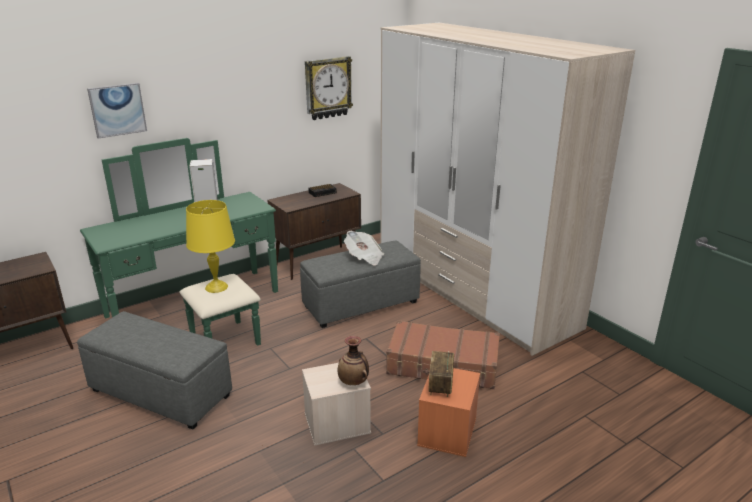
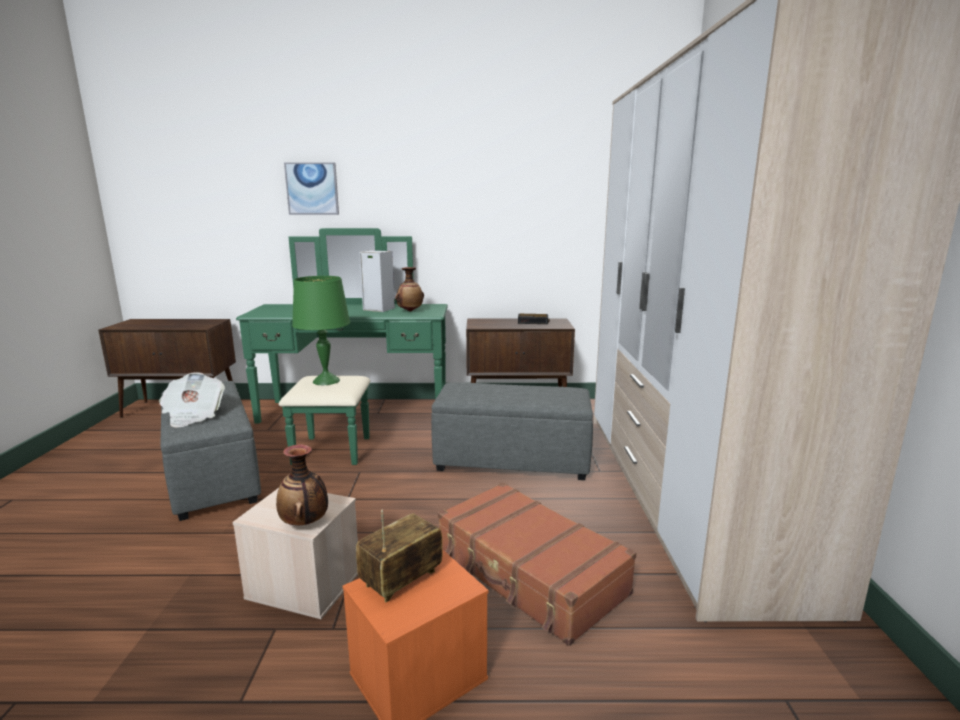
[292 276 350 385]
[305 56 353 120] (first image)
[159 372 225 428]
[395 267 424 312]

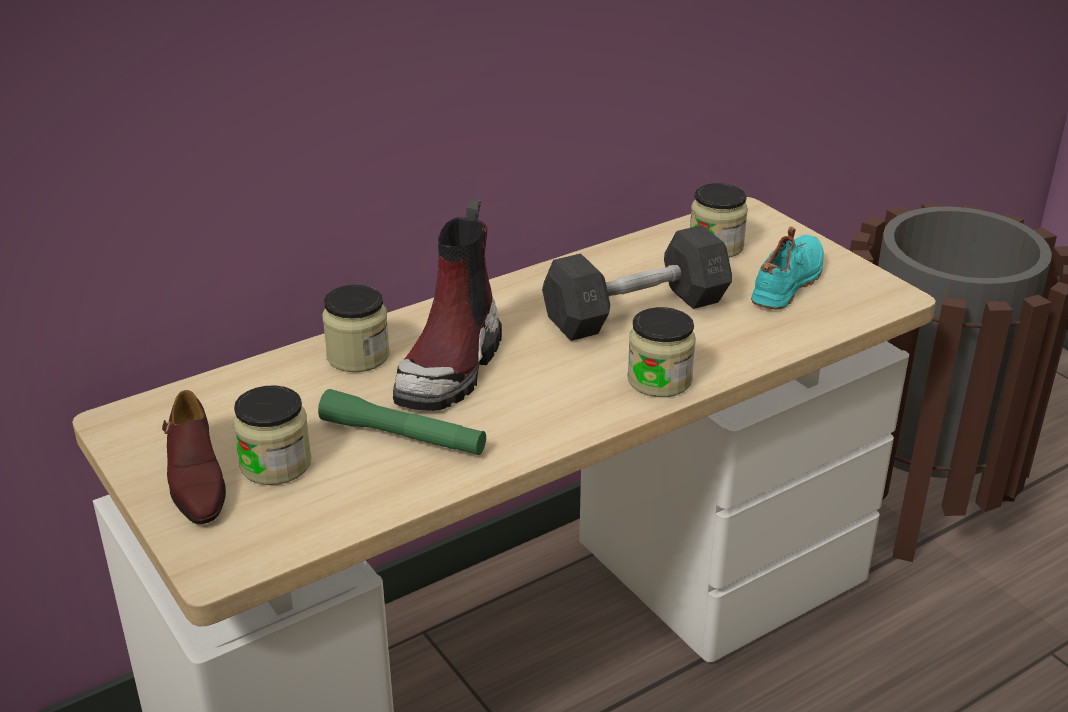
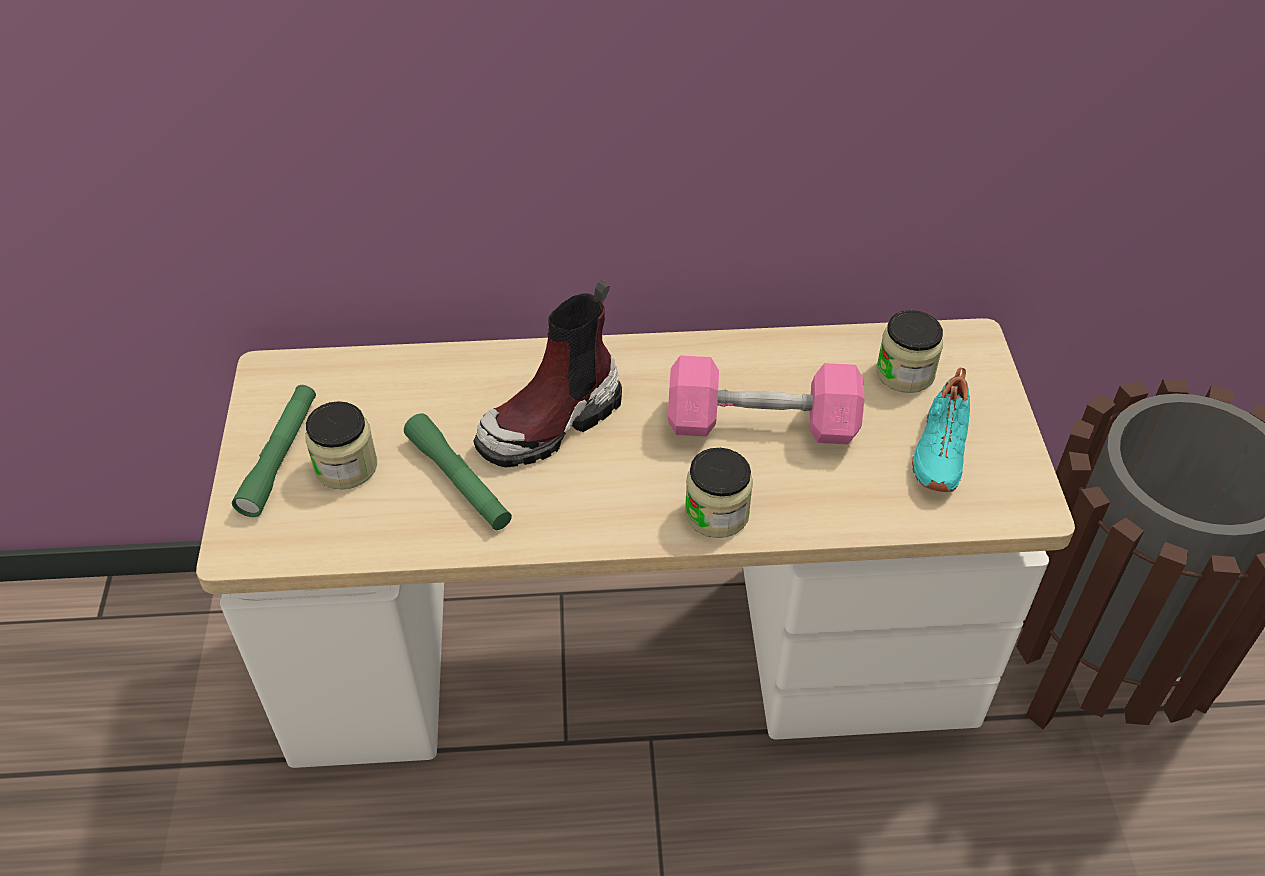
[232 385 316 517]
[322 285 390 372] (first image)
[668 356 864 444]
[912 368 970 492]

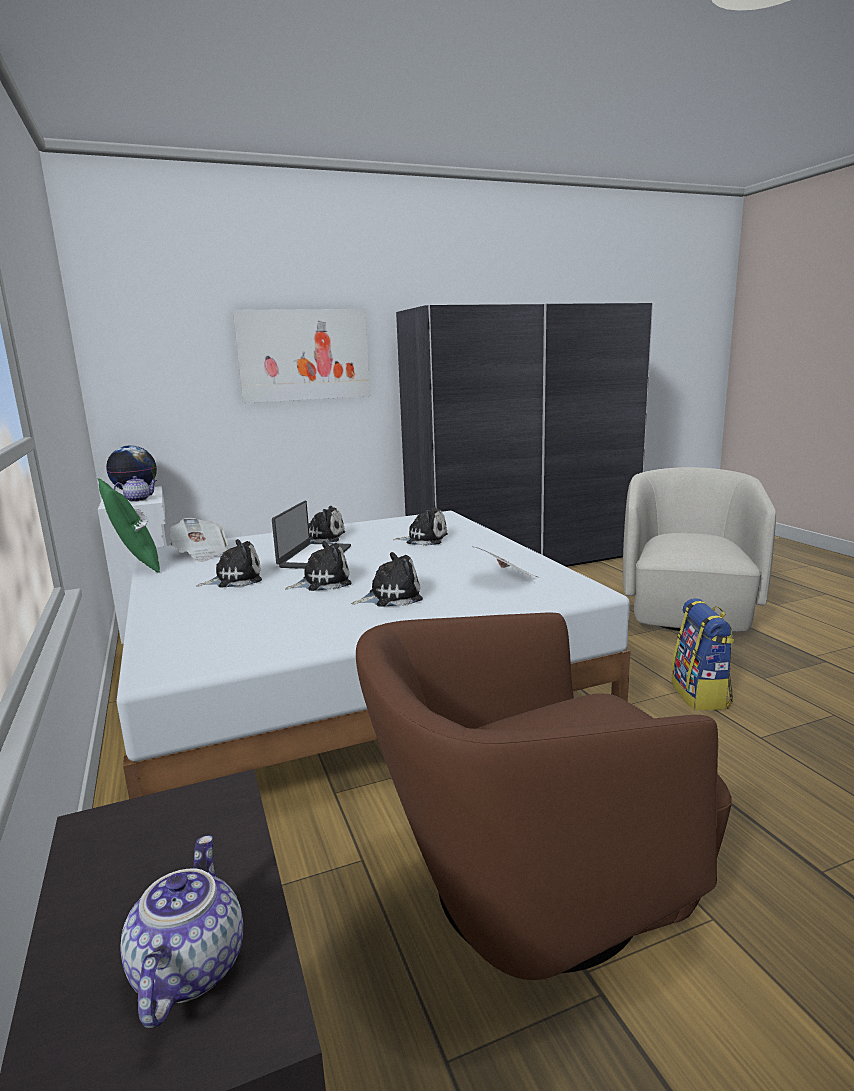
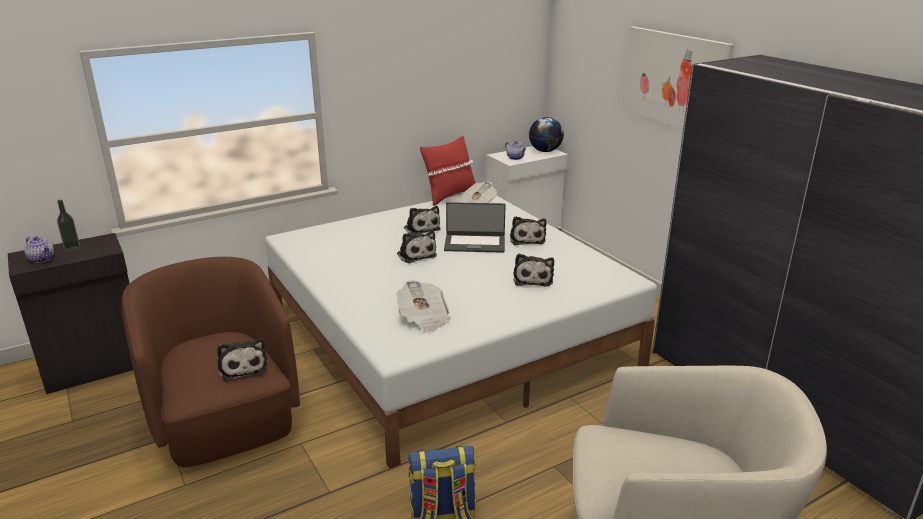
[420 136 476 206]
[24 237 54 263]
[217 338 268 382]
[57 200 81 252]

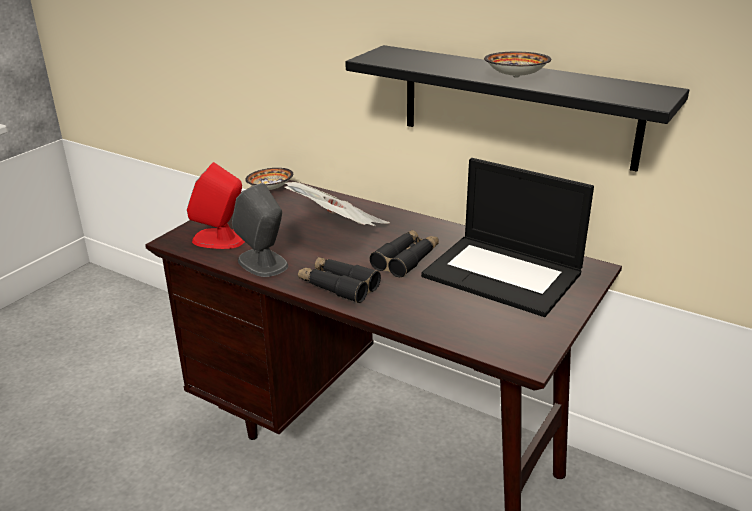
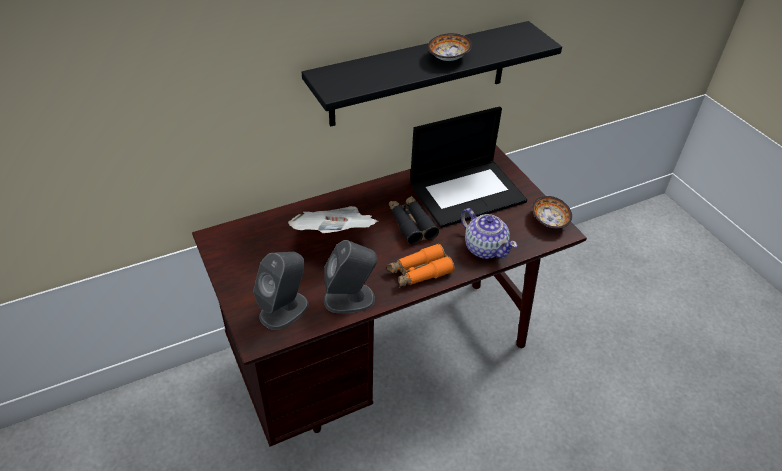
[253 252 309 330]
[532 196 572 228]
[387 244 454 288]
[461 208 517 259]

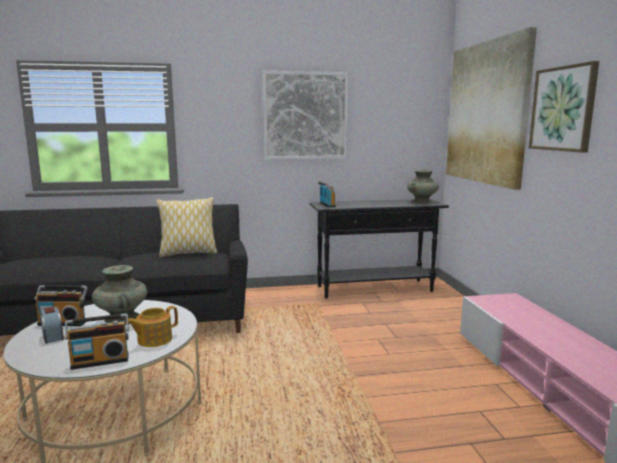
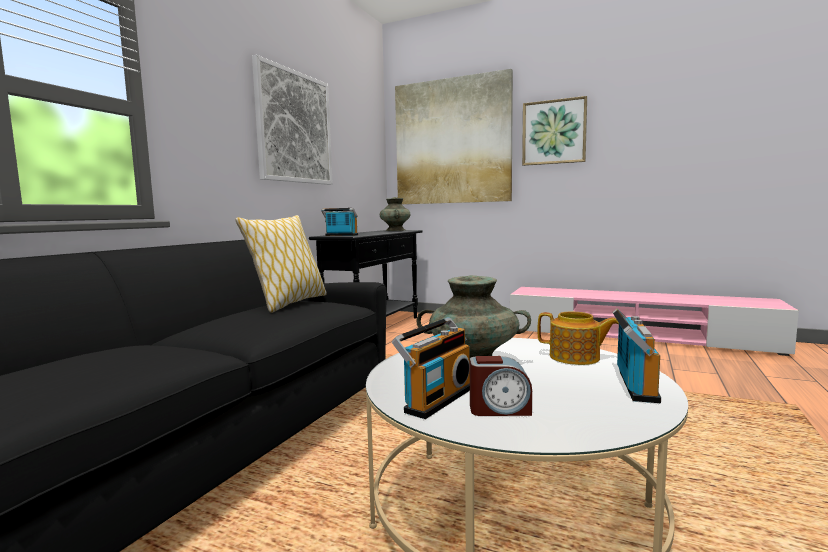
[537 312 619 365]

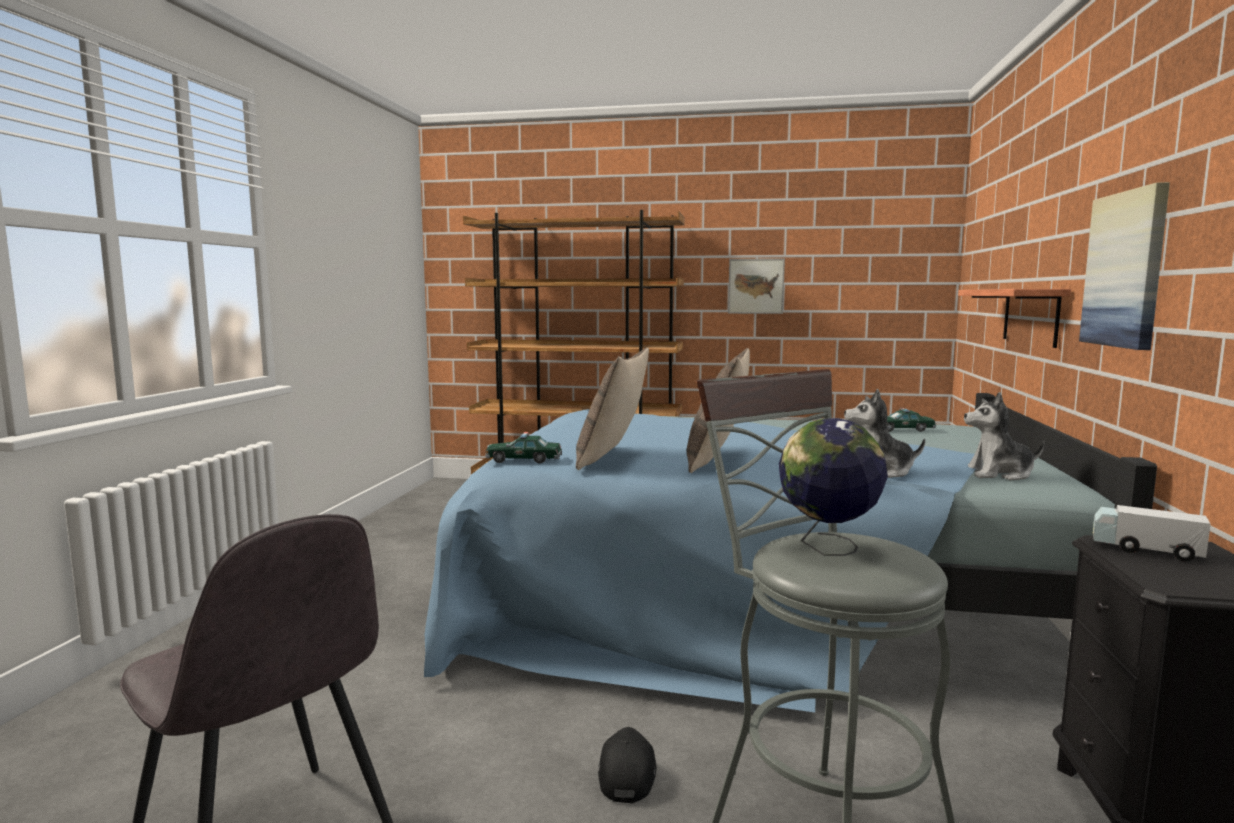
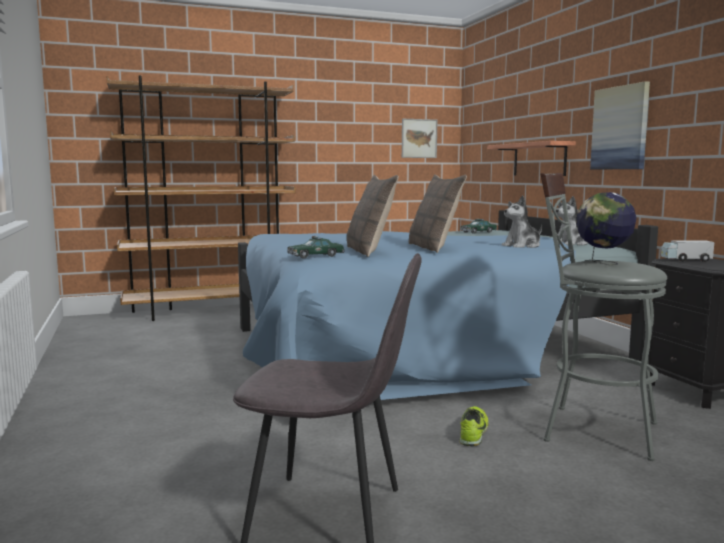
[460 406 489 446]
[402 119 437 158]

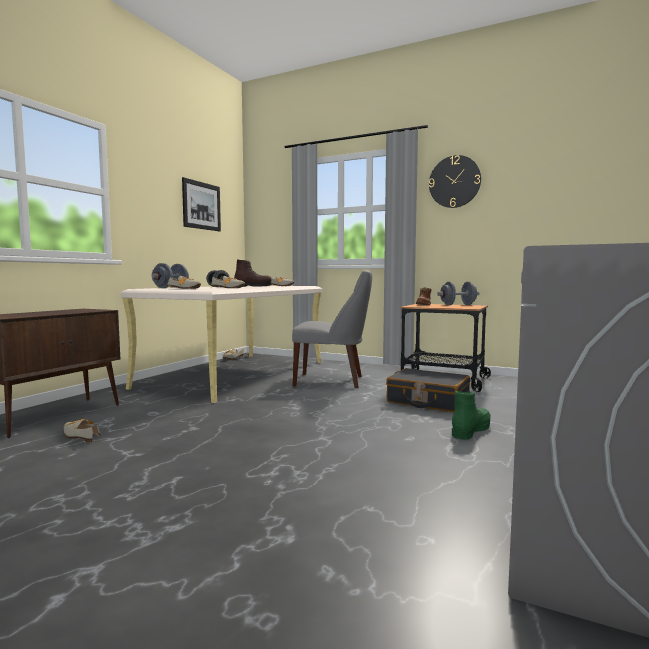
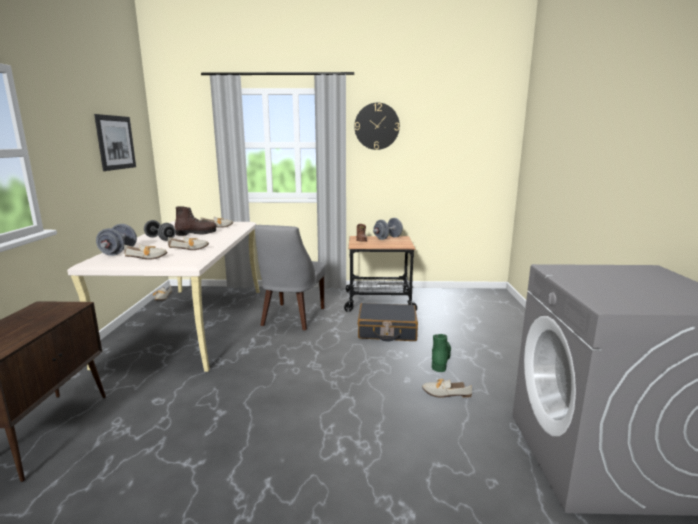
[422 379 472 398]
[255 225 326 330]

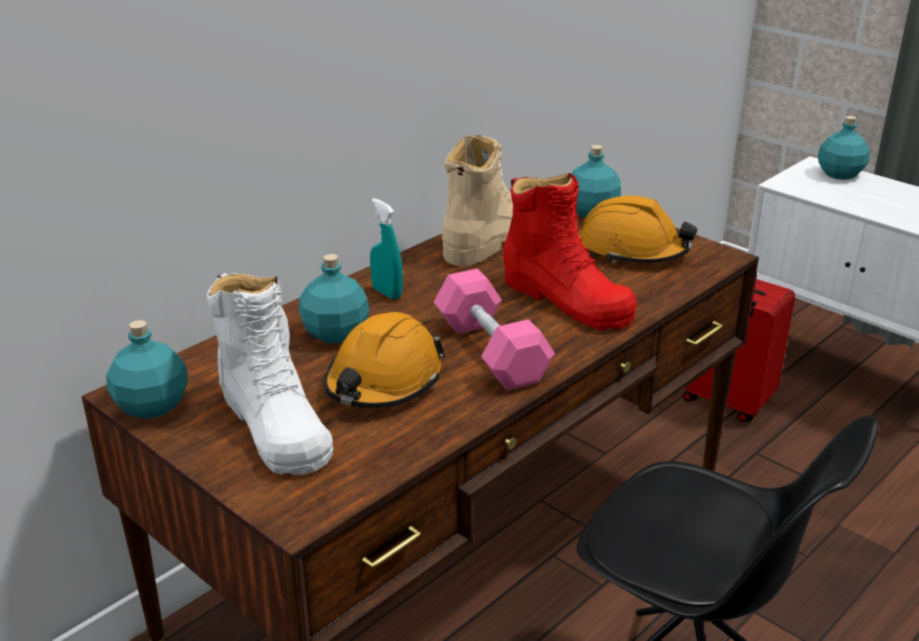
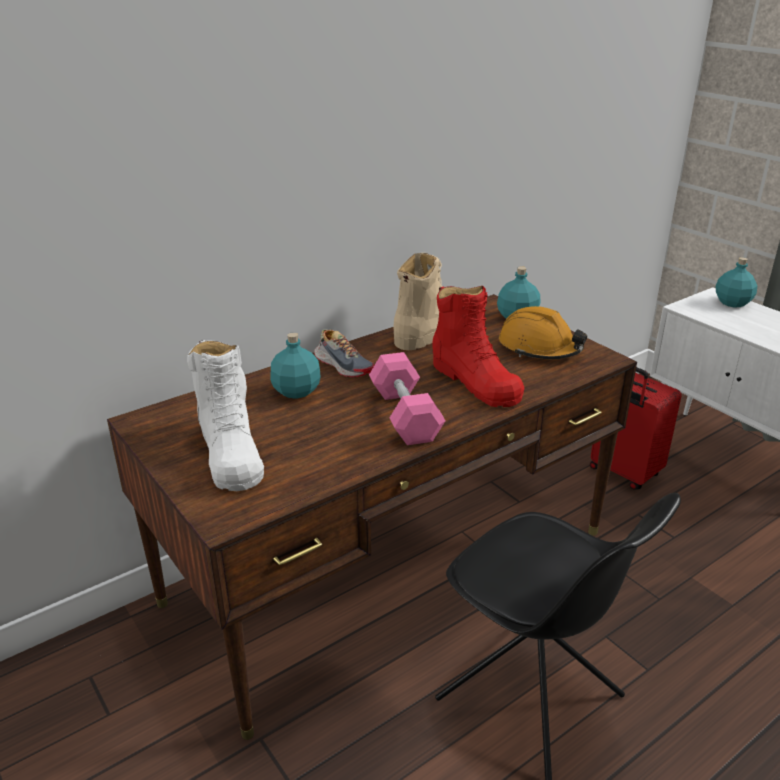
[106 320 188 419] (first image)
[324 312 445 408] (first image)
[314 330 374 377]

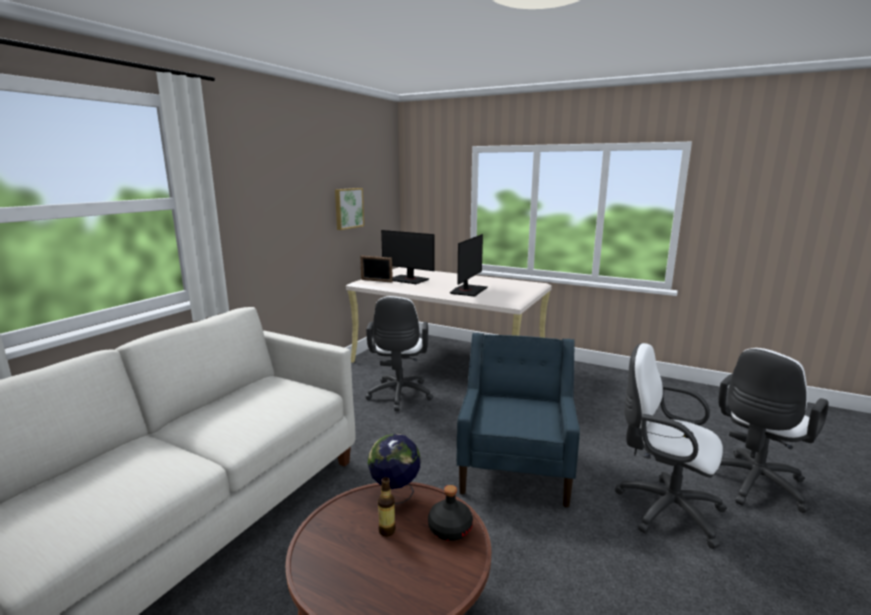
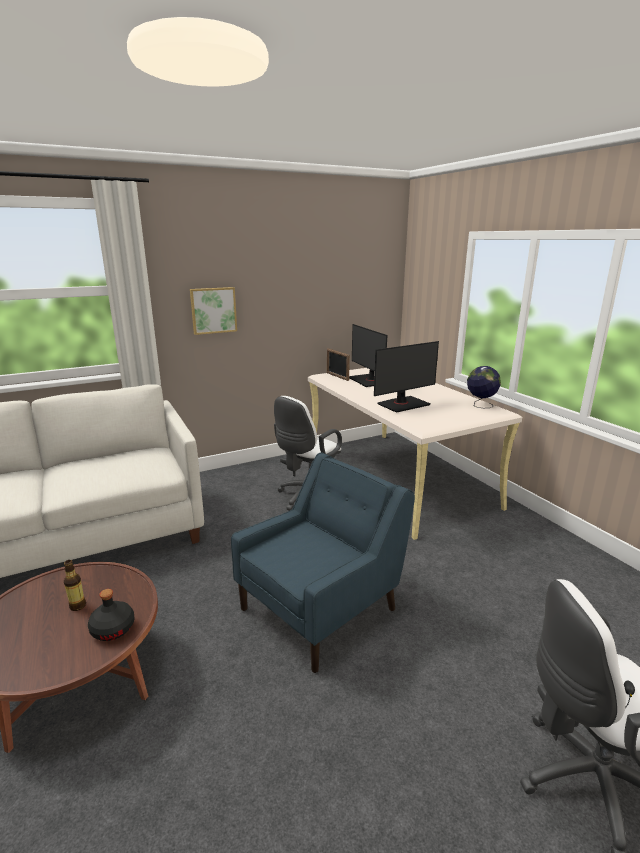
[190 287 237 335]
[467 366 501 408]
[615 343 727 549] (first image)

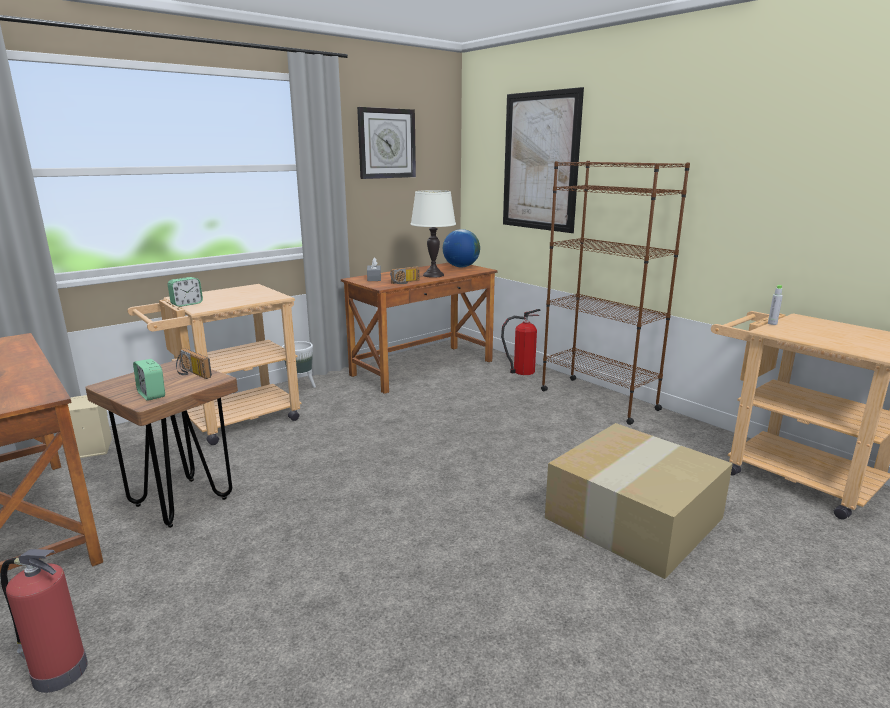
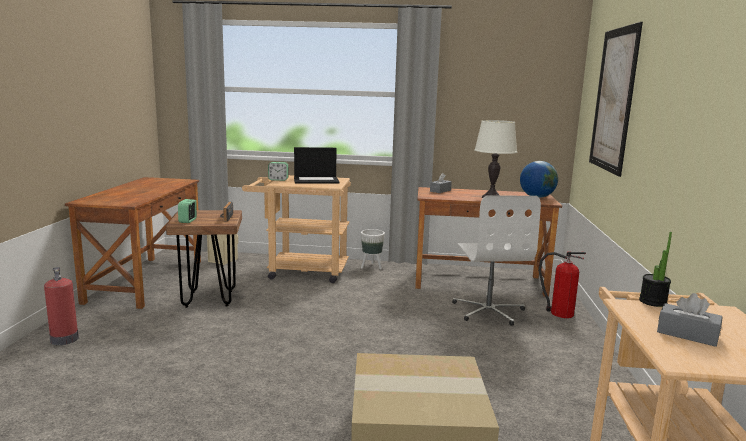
[357 107 416 179] (first image)
[390 266 420 284] (first image)
[541 161 690 425] (first image)
[639 232 672 307]
[294 147 340 184]
[452 196 541 326]
[657 293 723 347]

